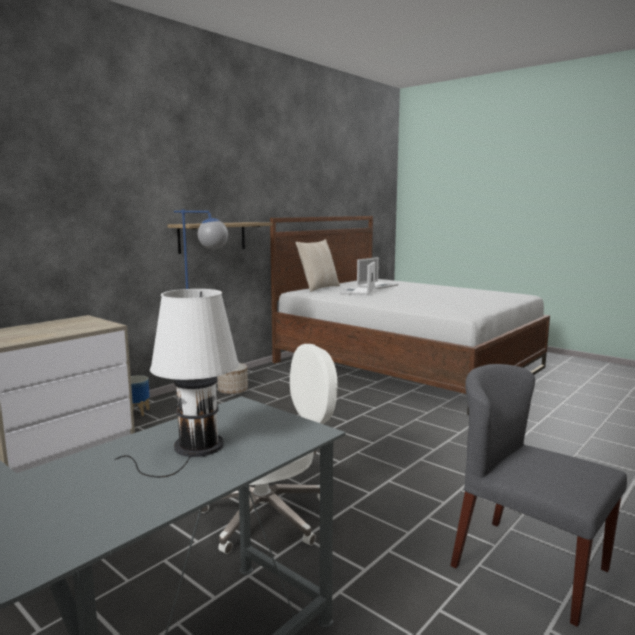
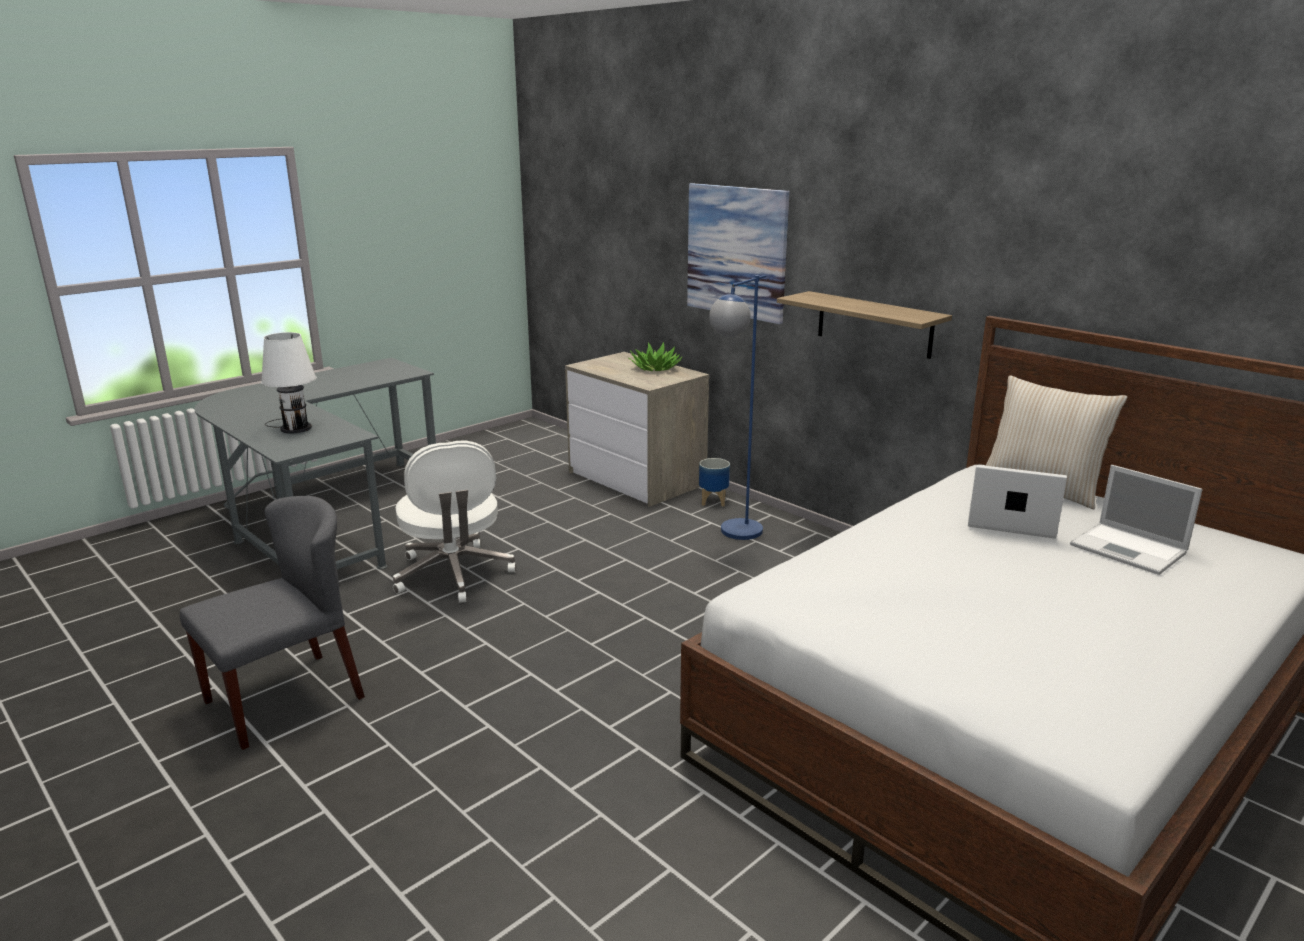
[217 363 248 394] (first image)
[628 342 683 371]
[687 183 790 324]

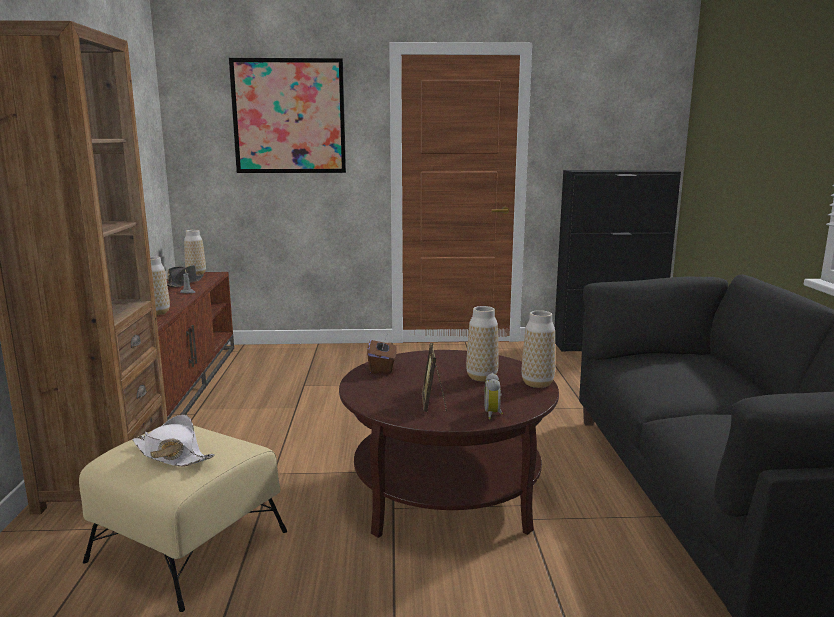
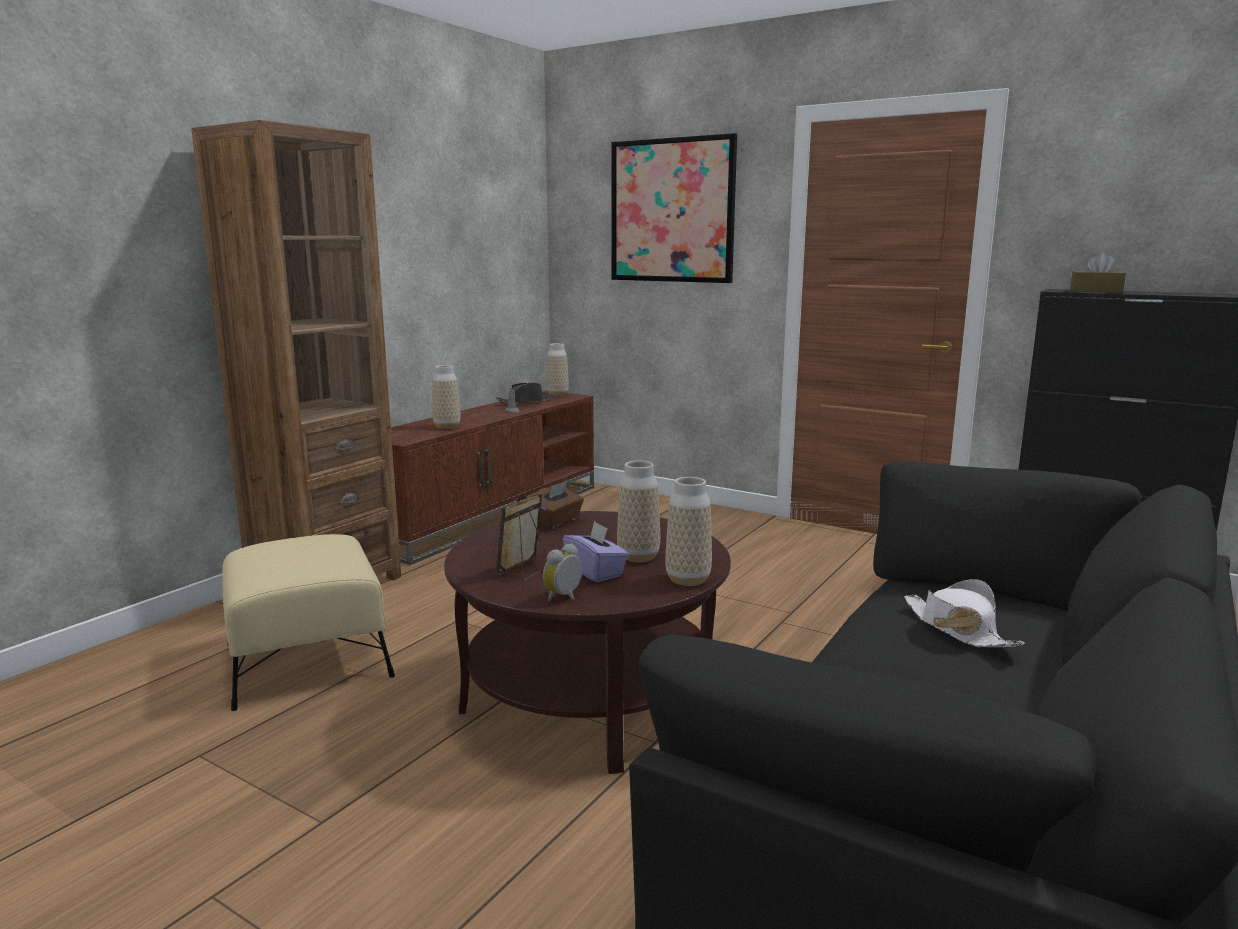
[904 579 1025 648]
[563 521 628 582]
[1070 253 1126 293]

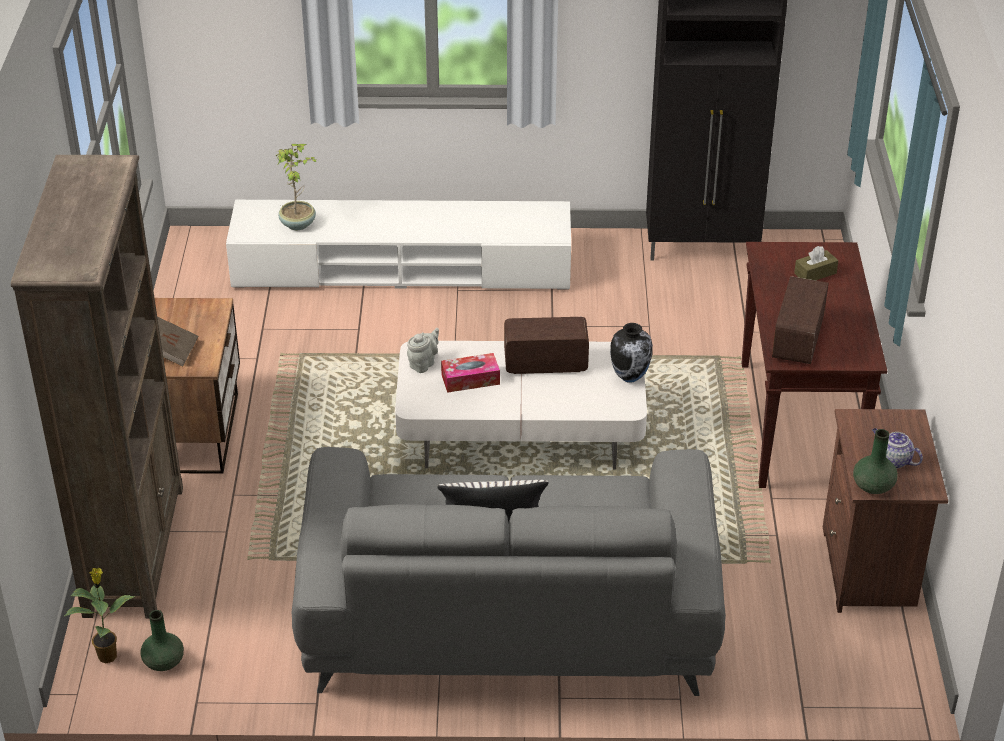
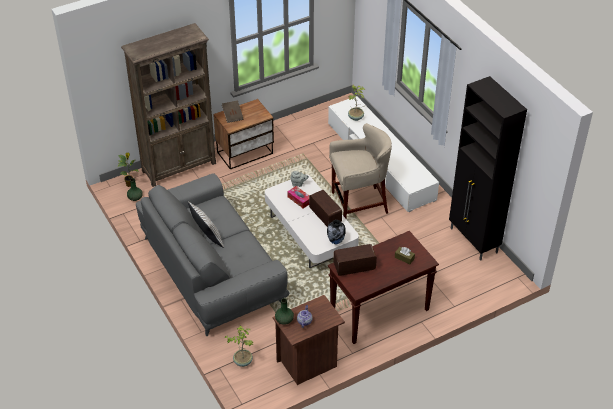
[225 326 254 367]
[329 123 392 218]

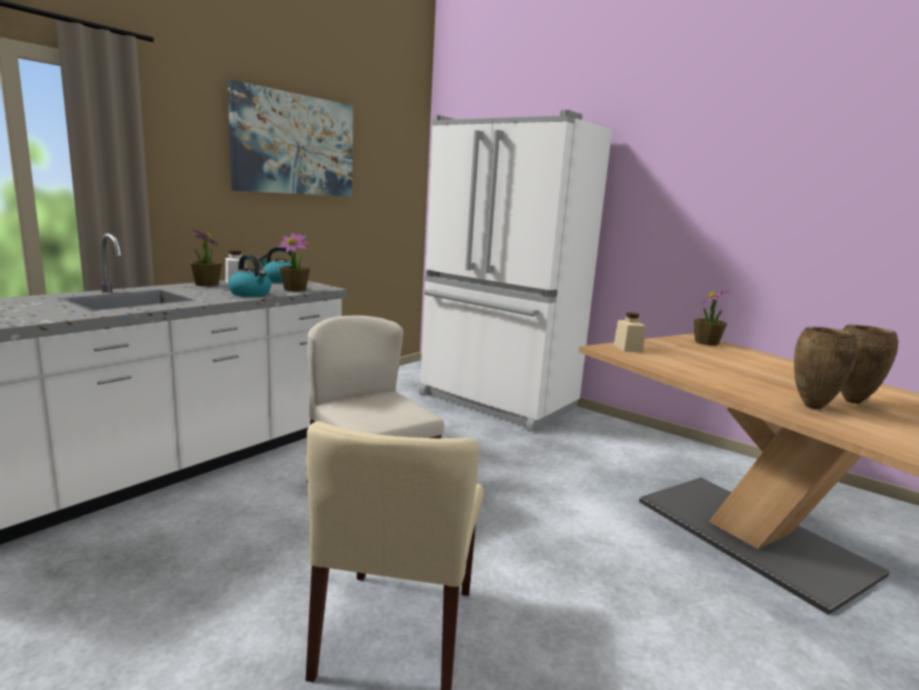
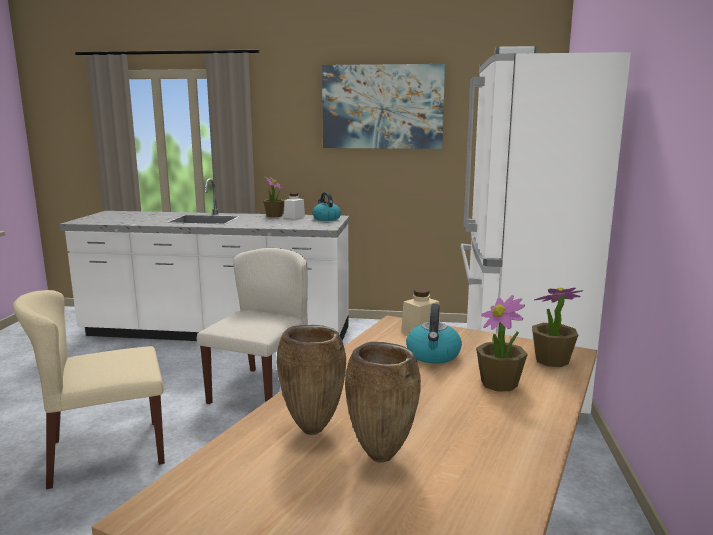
[406 304 462 364]
[476 295 528 392]

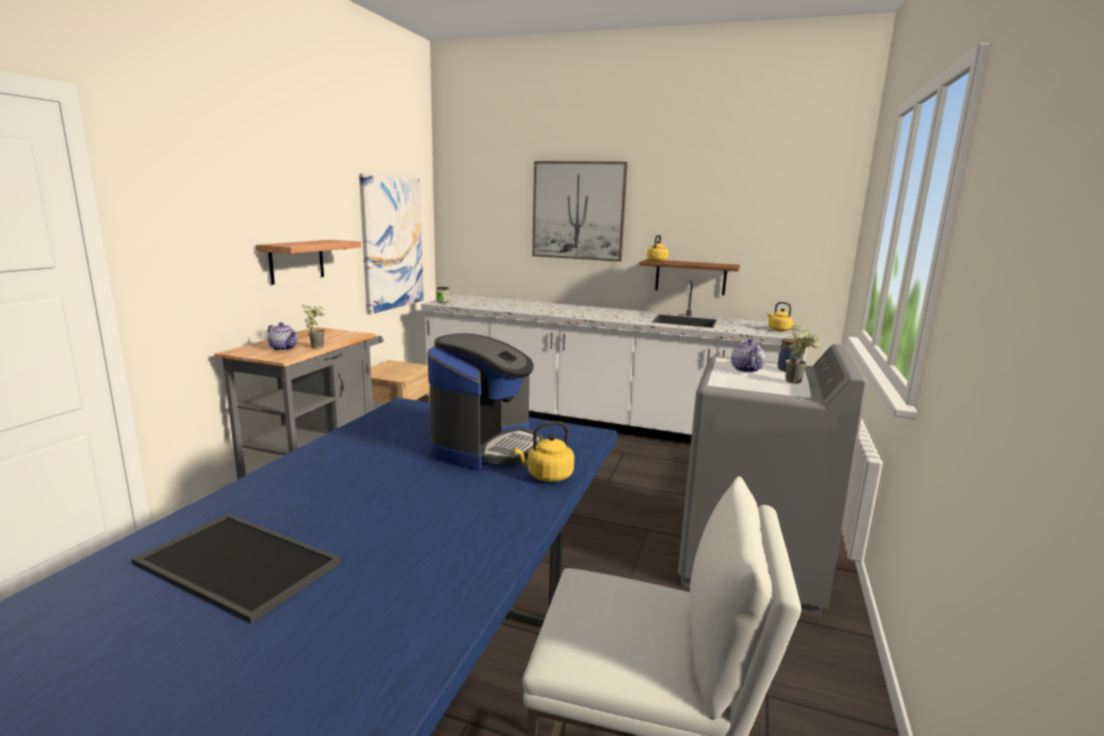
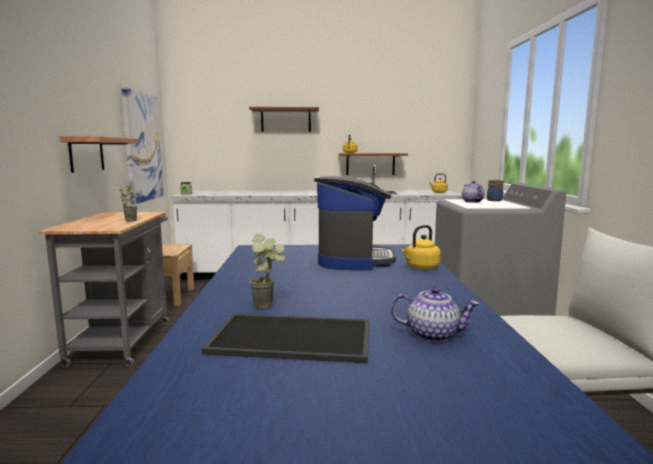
[391 287 479 342]
[249 107 319 132]
[250 234 285 309]

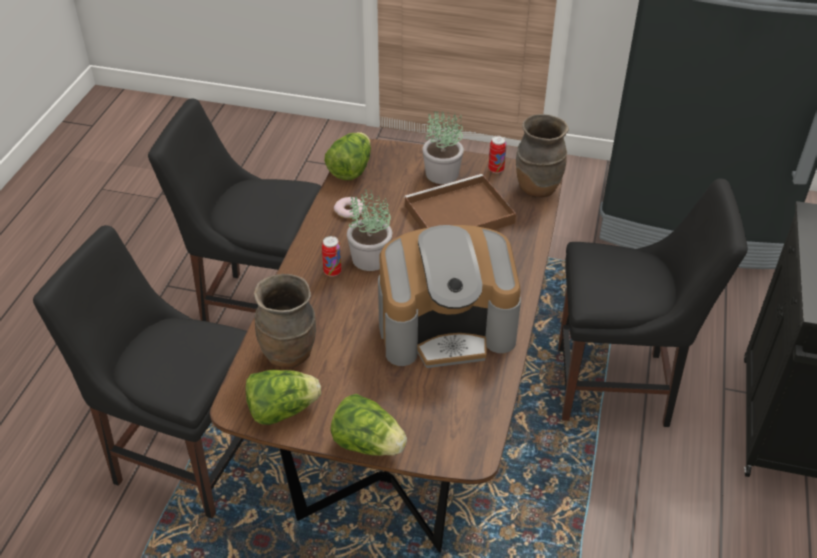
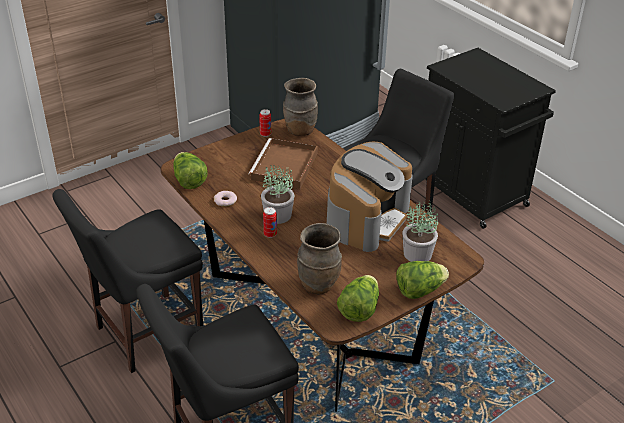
[402 200 438 262]

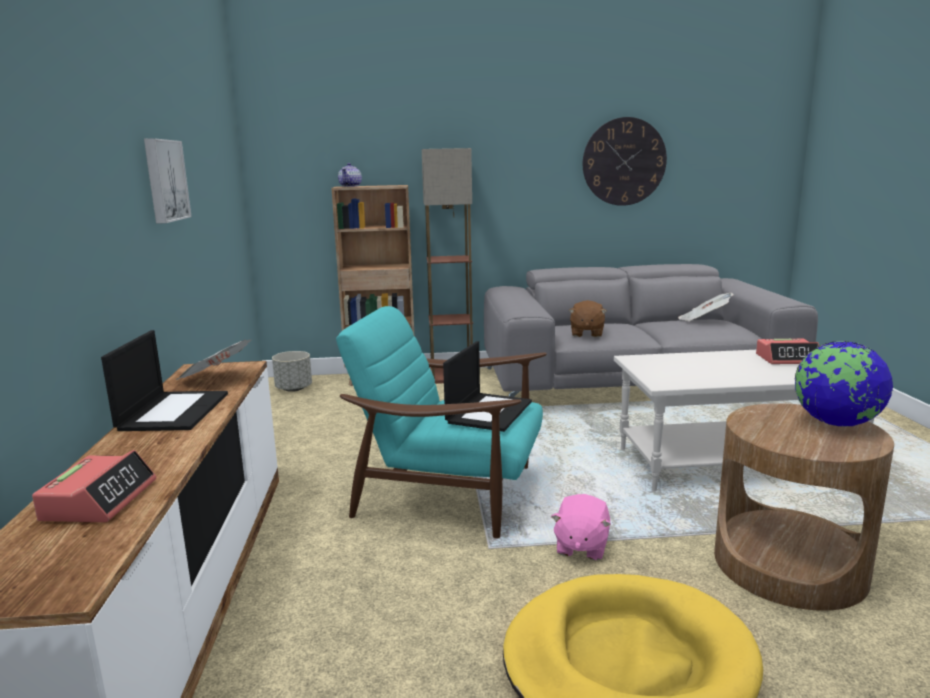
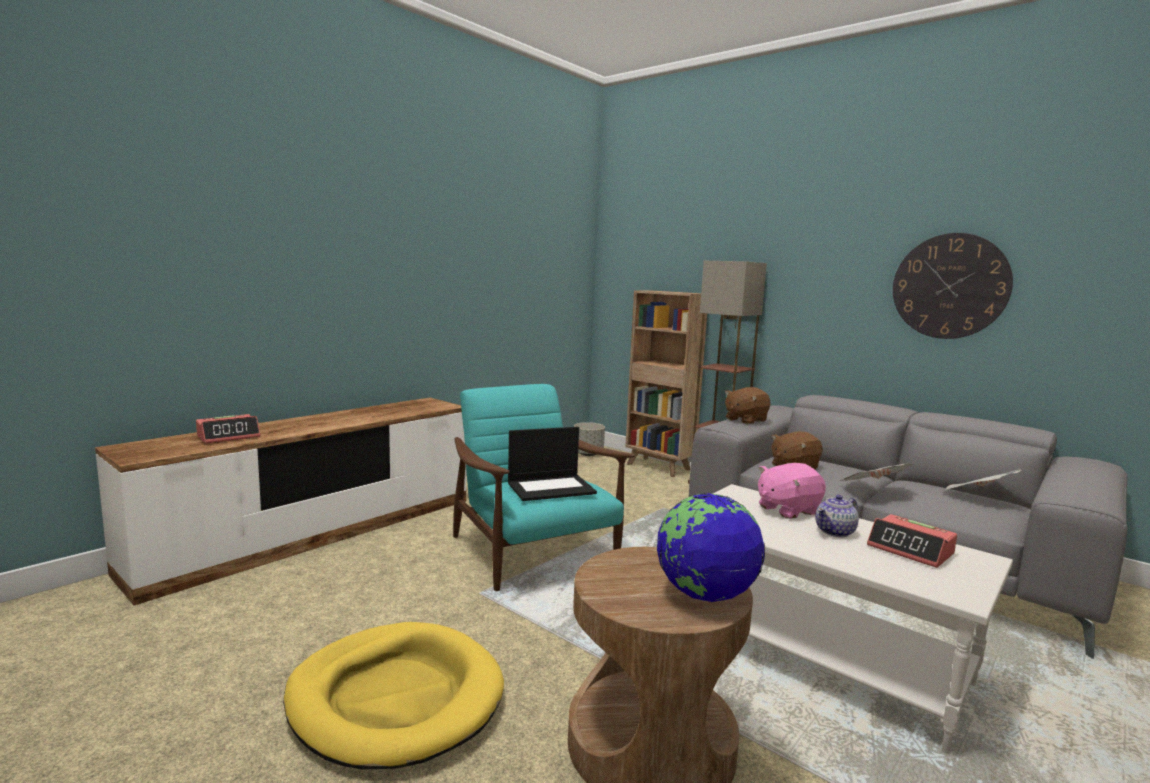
[101 330 228 431] (first image)
[144 138 192 224] (first image)
[840 463 914 481]
[815 495 859 537]
[758 463 826 519]
[725 387 771 424]

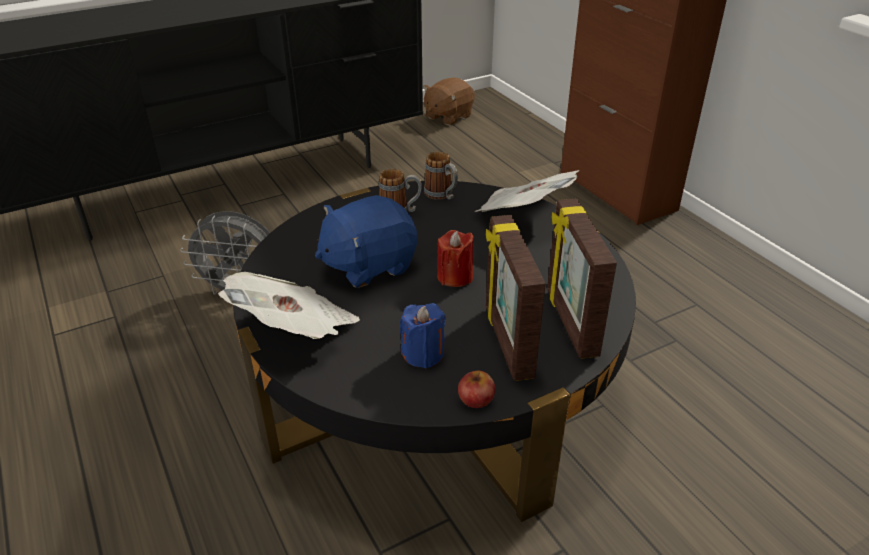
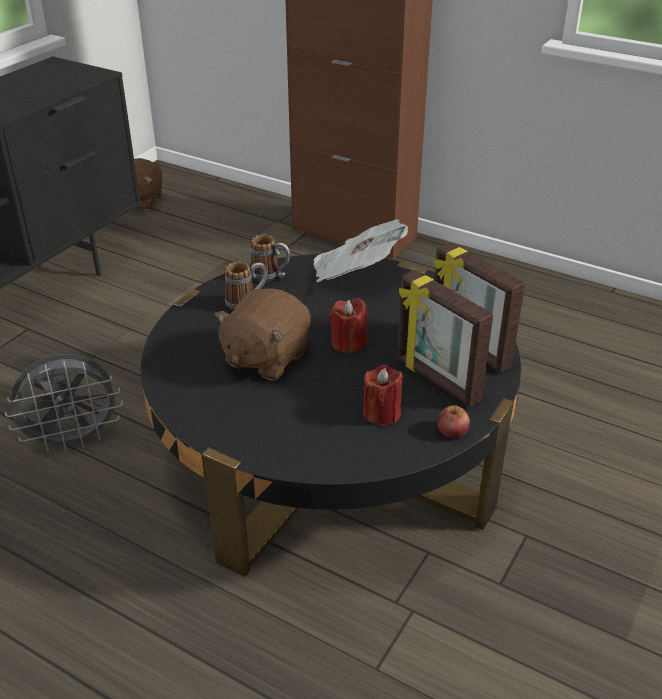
[218 272 360 339] (first image)
[215 288 310 381]
[363 365 403 425]

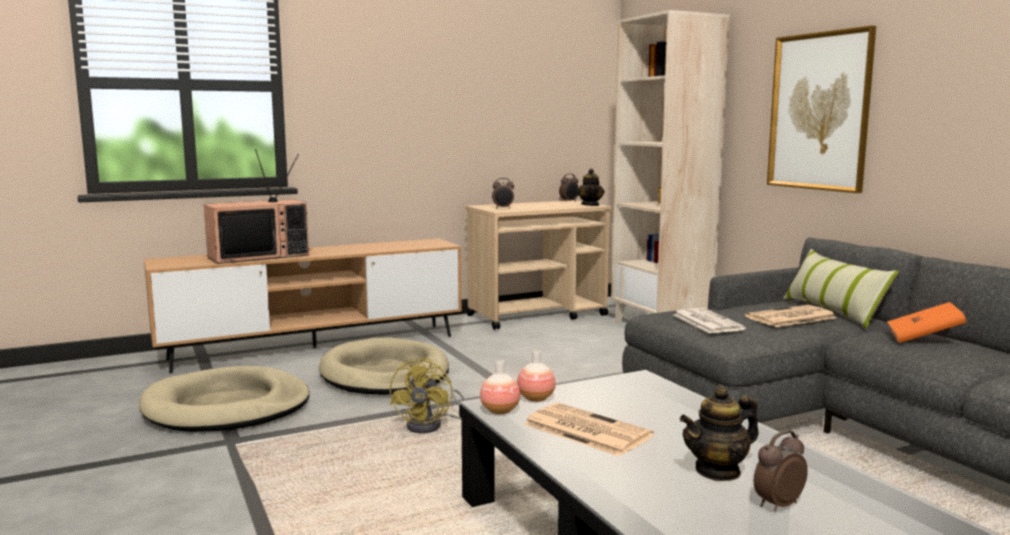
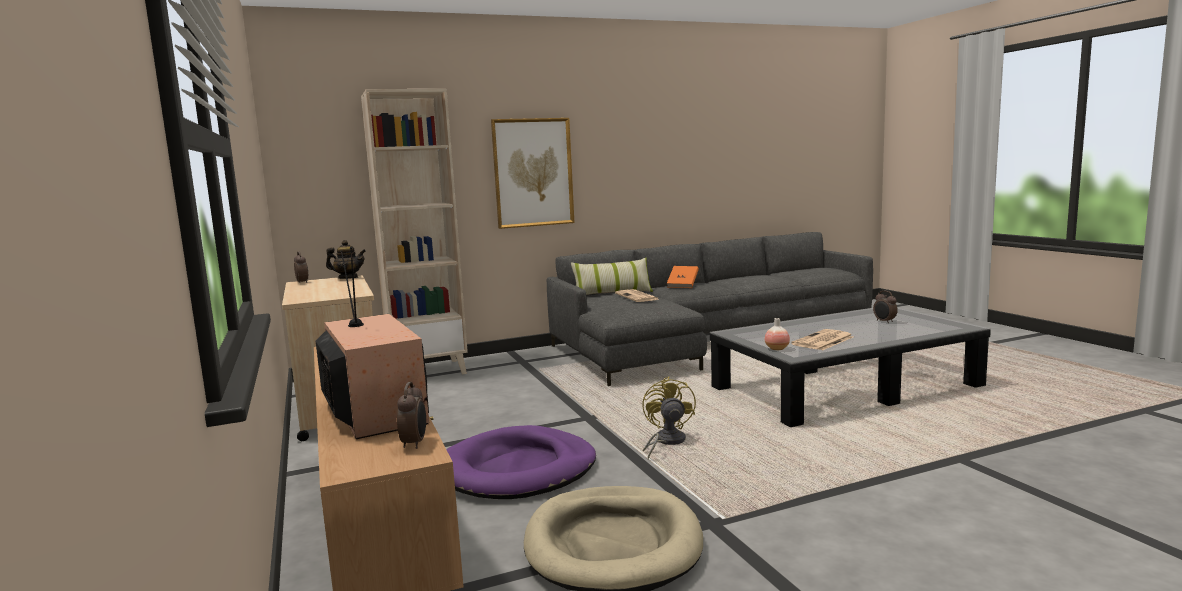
[446 425 596 499]
[642 377 696 460]
[480 360 520 414] (first image)
[397 382 426 449]
[674 308 746 333] (first image)
[680 386 759 481] (first image)

